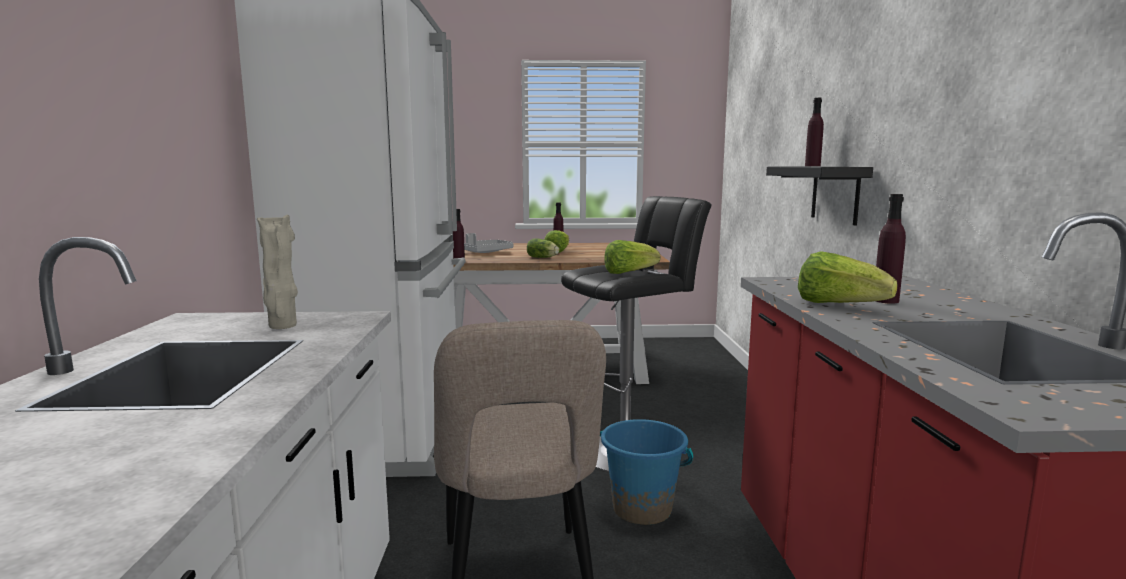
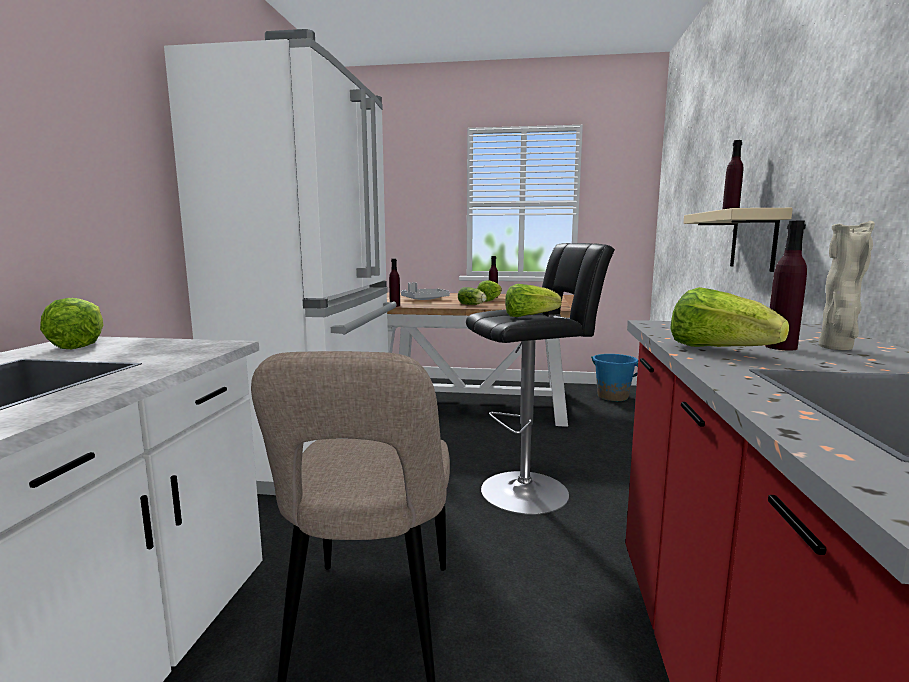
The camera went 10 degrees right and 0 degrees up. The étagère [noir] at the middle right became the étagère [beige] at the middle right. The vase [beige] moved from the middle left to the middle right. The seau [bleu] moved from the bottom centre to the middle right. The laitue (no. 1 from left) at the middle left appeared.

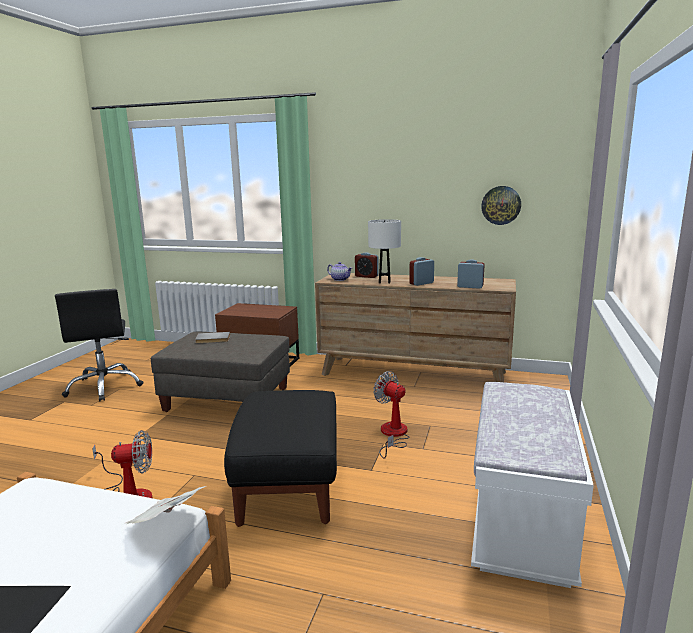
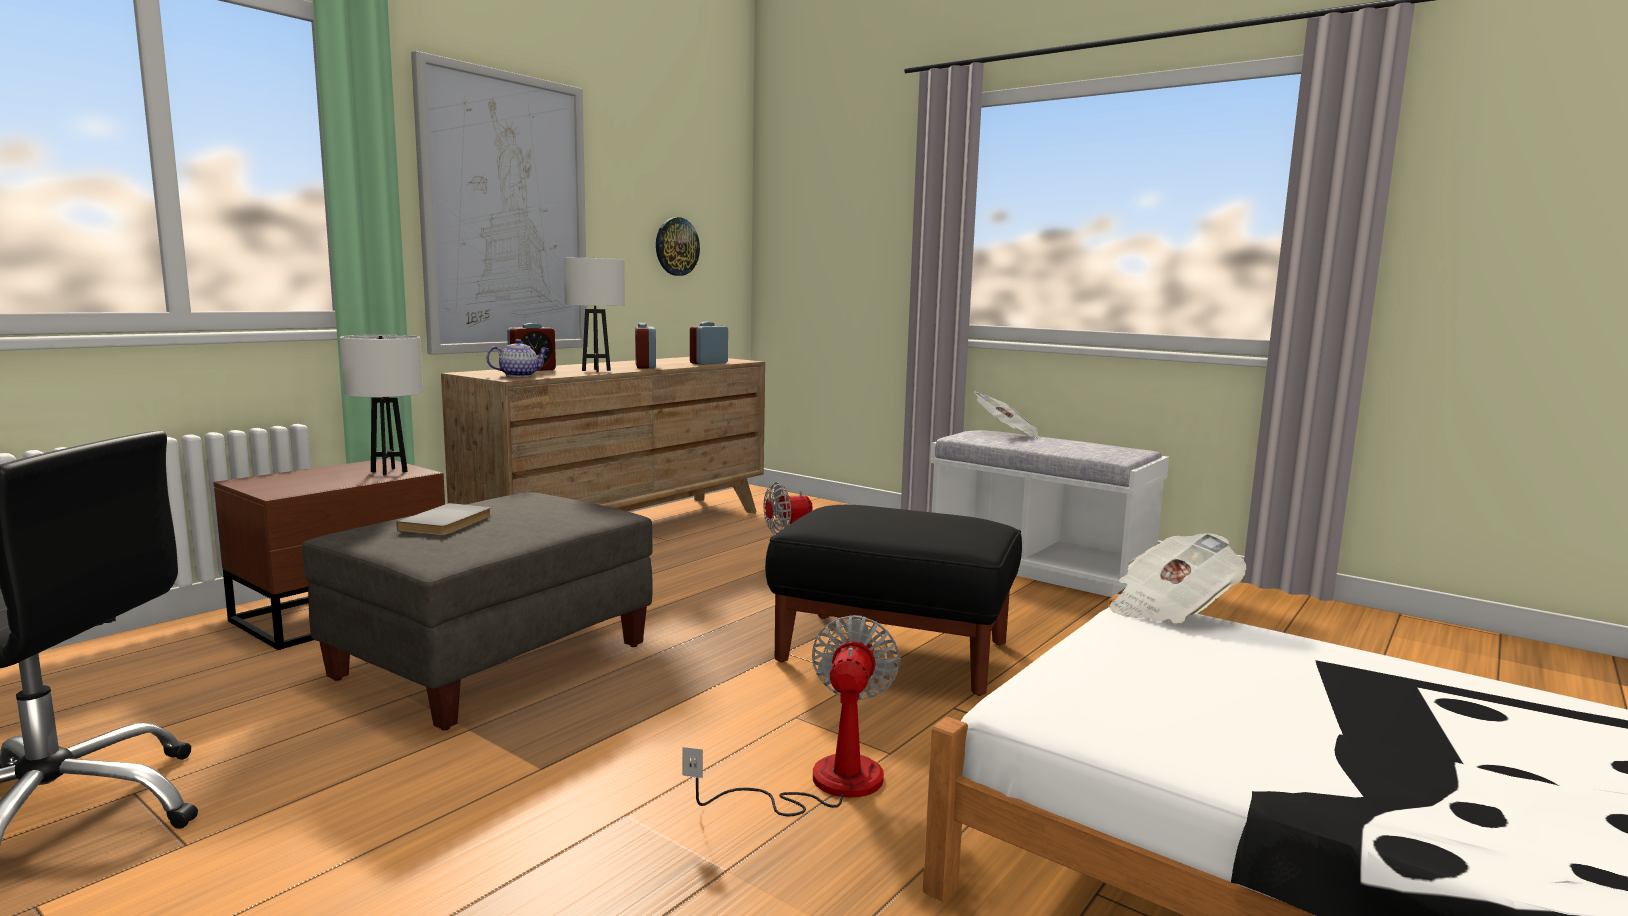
The camera went 70 degrees left and 5 degrees down. The tableau at the top left appeared. The lampe de table [blanc] (no. 1 from left) at the middle left appeared. The journal (no. 1 from left) at the centre appeared.

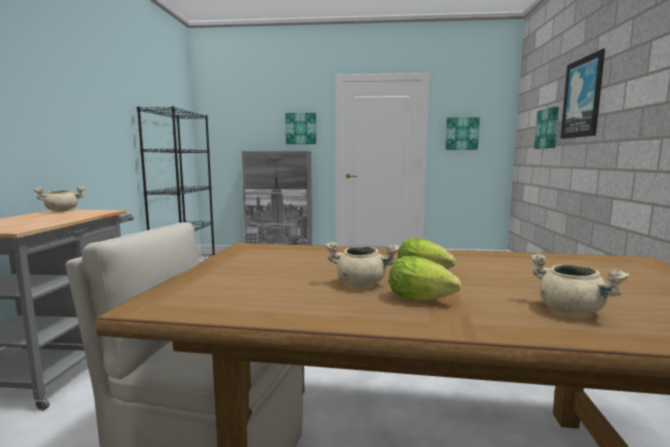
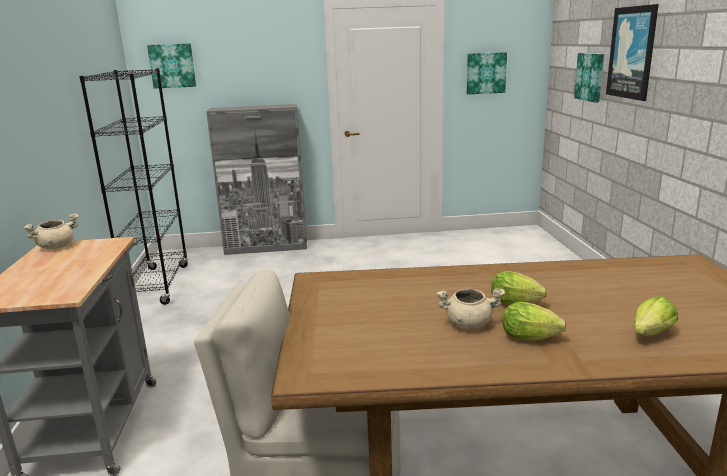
The camera went 10 degrees left and 10 degrees up. The tableau (no. 1 from left) moved from the top centre to the top left. The marmite [beige] (no. 3 from left) at the middle right was replaced by the laitue (no. 3 from left) at the middle right.

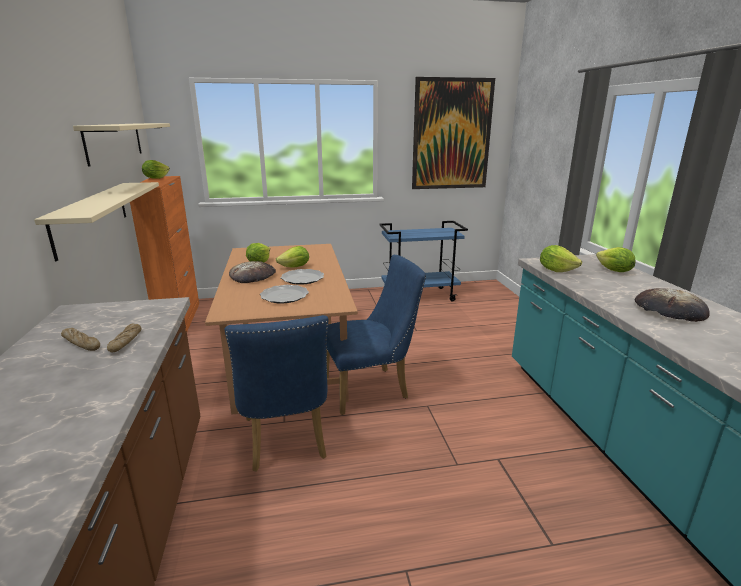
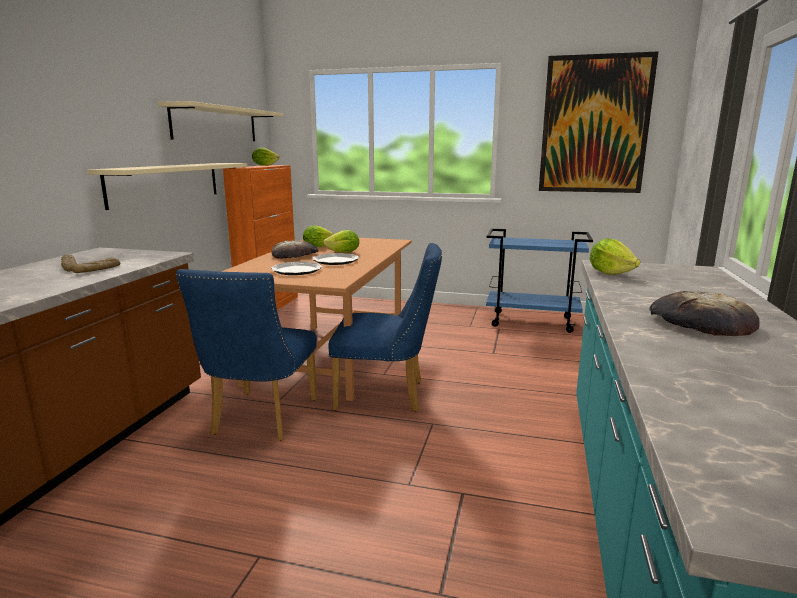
The camera went 25 degrees right and 5 degrees down. The laitue (no. 5 from left) at the middle right disappeared.

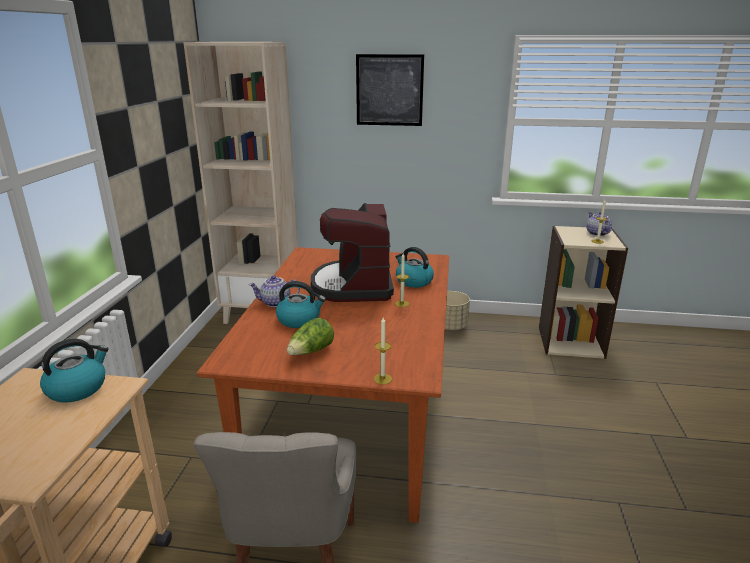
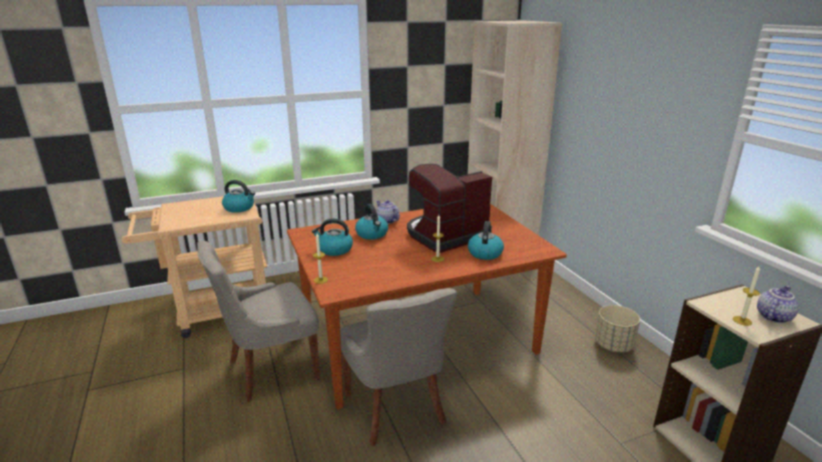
The camera went 60 degrees right and 0 degrees up. The tableau at the top centre disappeared. The laitue at the centre was replaced by the bouilloire (no. 2 from left) at the centre. The chaise [gris] (no. 2 from left) at the bottom centre appeared.

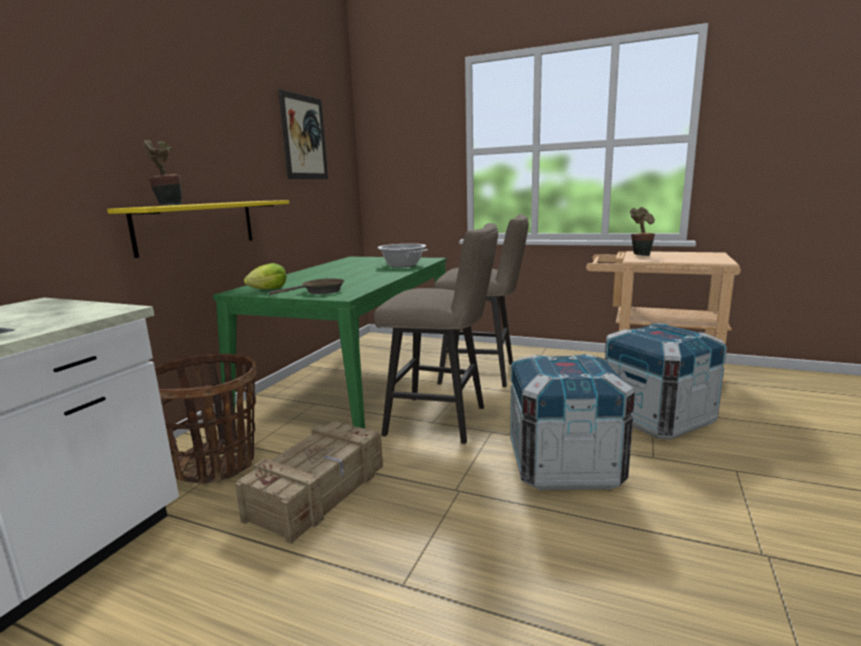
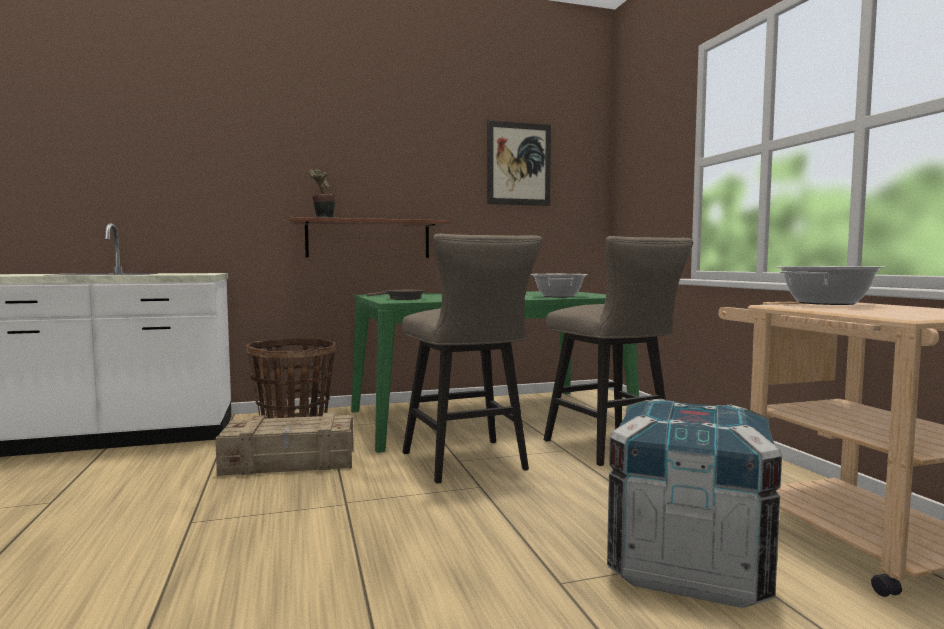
The camera went 50 degrees right and 10 degrees down. The étagère [jaune] at the middle left became the étagère [marron] at the centre. The plante en pot (no. 2 from left) at the middle right was replaced by the marmite (no. 2 from left) at the middle right. The laitue at the middle left disappeared. The caisse (no. 2 from left) at the centre disappeared.

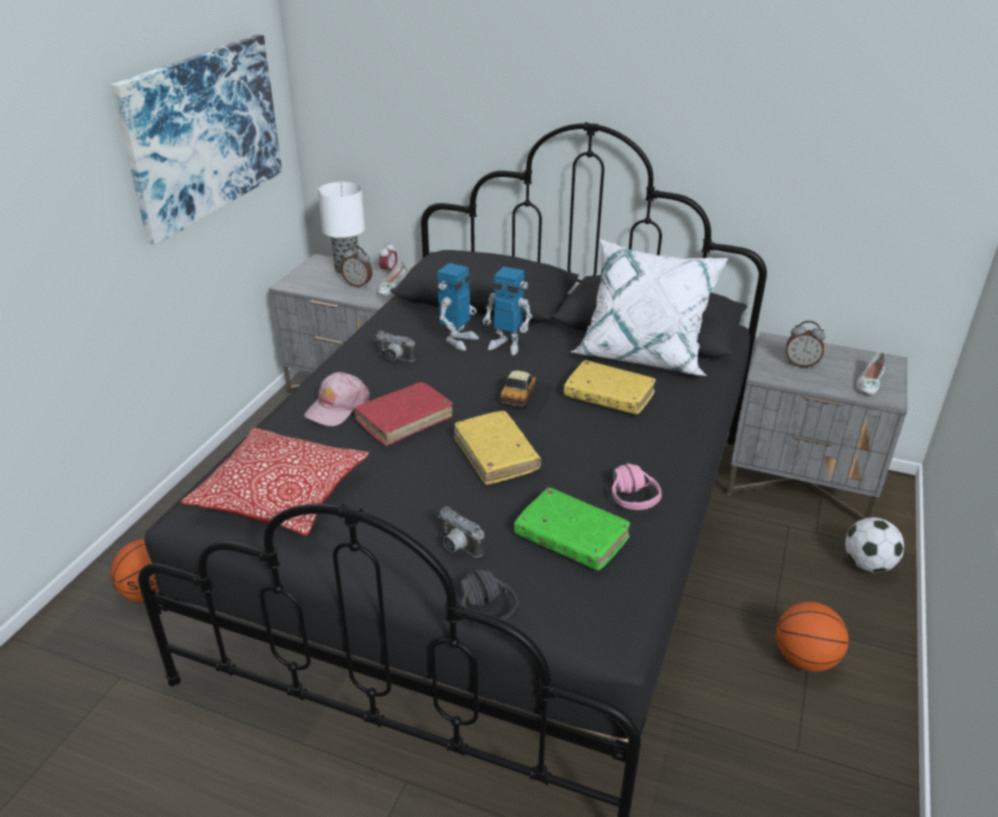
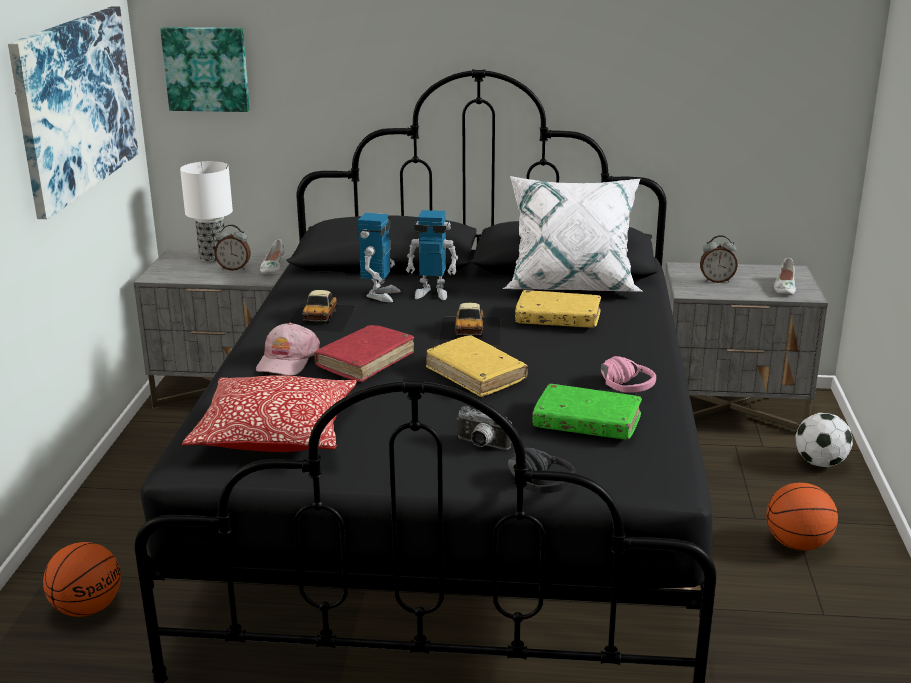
The camera went 15 degrees left and 10 degrees down. The réveil (no. 2 from left) at the top centre disappeared. The appareil photo (no. 1 from left) at the centre was replaced by the petite voiture (no. 1 from left) at the centre. The tableau (no. 2 from left) at the top left appeared.

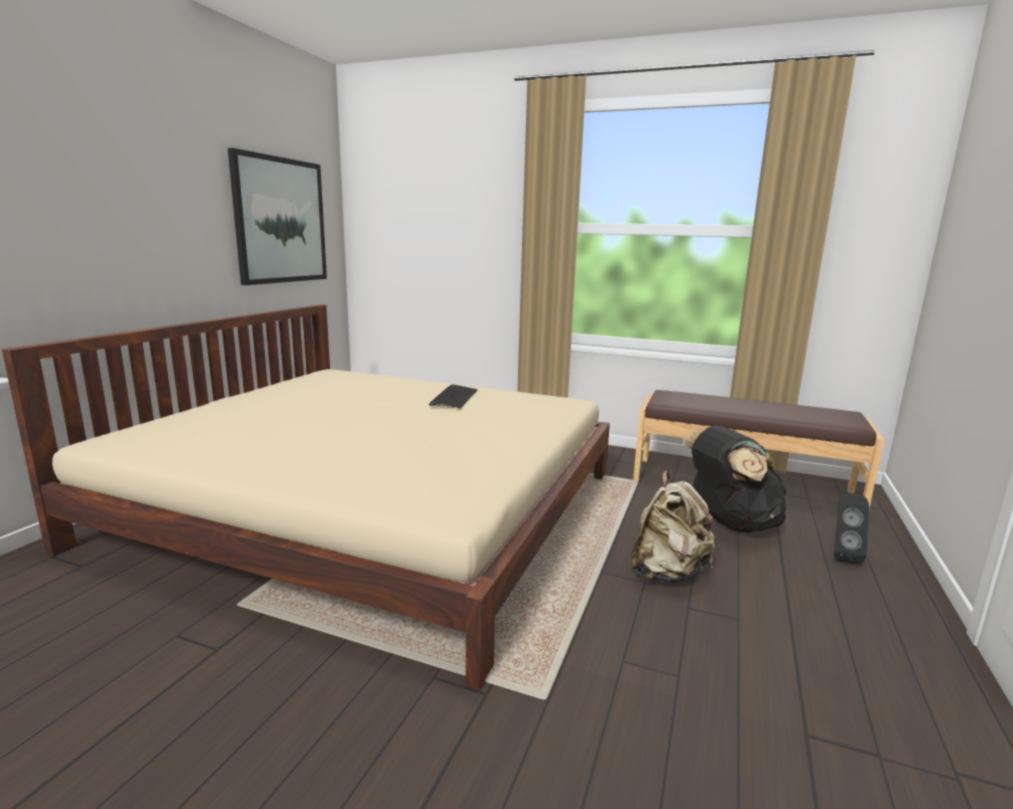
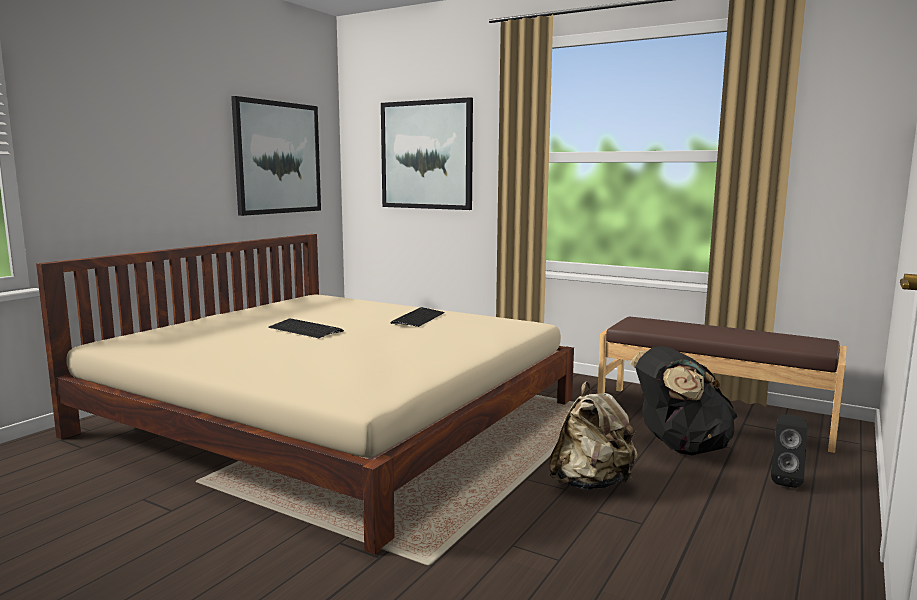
The camera went 10 degrees right and 5 degrees down. The tableau (no. 2 from left) at the top centre appeared. The clavier (no. 1 from left) at the centre appeared.

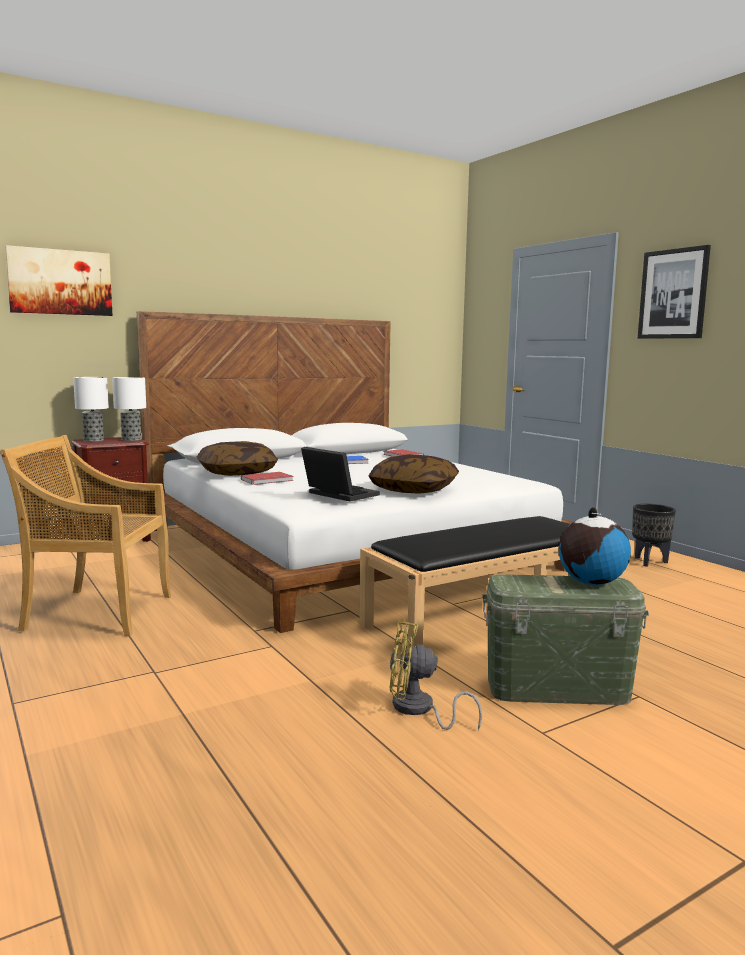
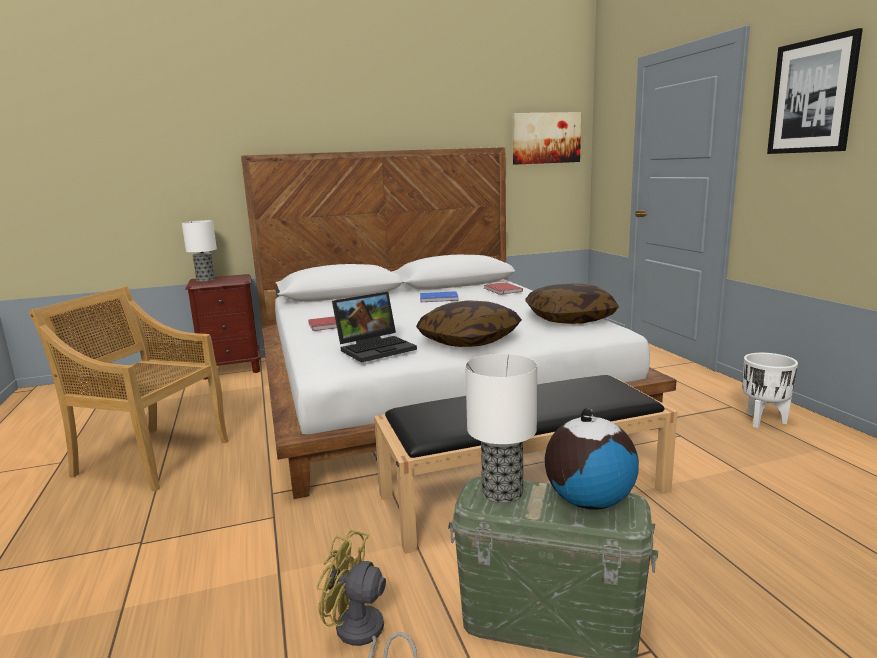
The camera went 15 degrees right and 5 degrees up. The tableau (no. 1 from left) moved from the top left to the top centre. The lampe de table (no. 2 from left) moved from the middle left to the centre. The coussin (no. 1 from left in the first image) moved from the middle left to the centre. The ordinateur portable at the centre turned 90 degrees clockwise. The cache-pot [noir] at the middle right became the cache-pot [blanc] at the middle right.

